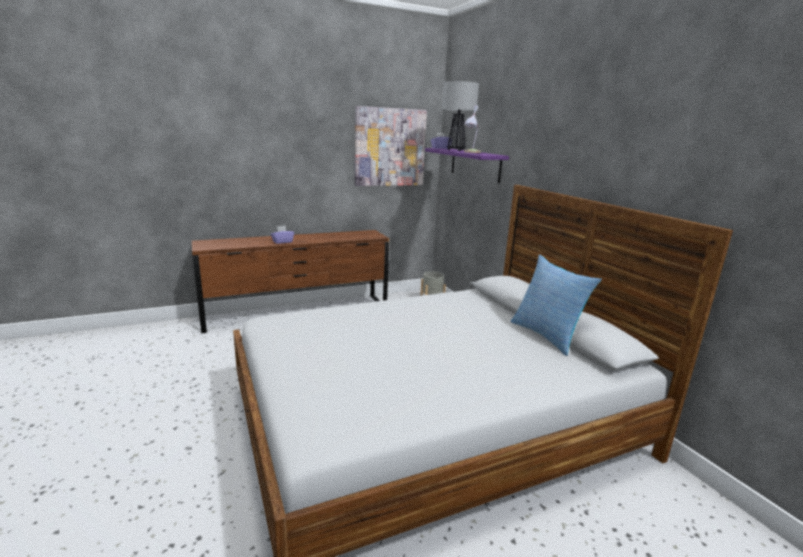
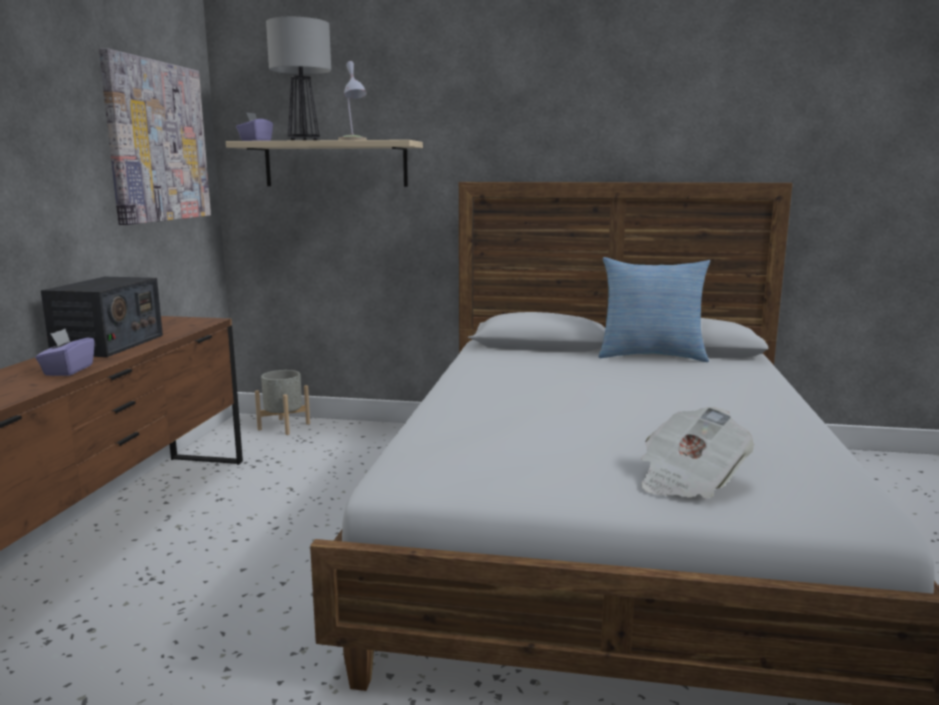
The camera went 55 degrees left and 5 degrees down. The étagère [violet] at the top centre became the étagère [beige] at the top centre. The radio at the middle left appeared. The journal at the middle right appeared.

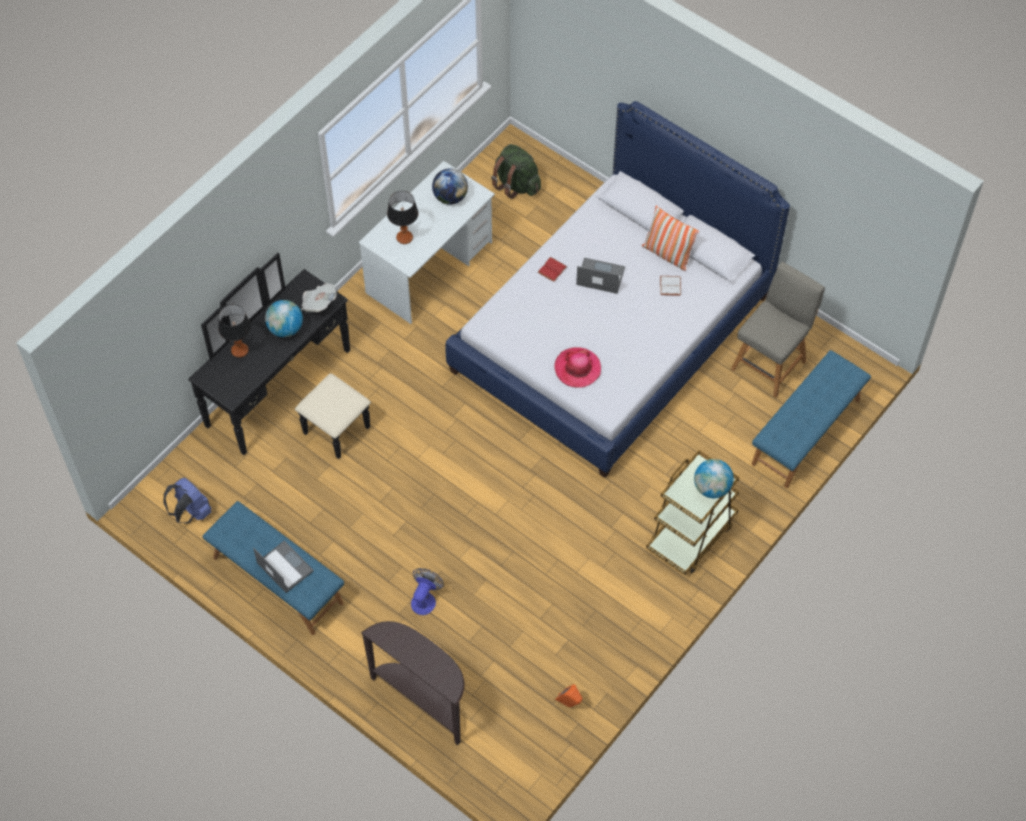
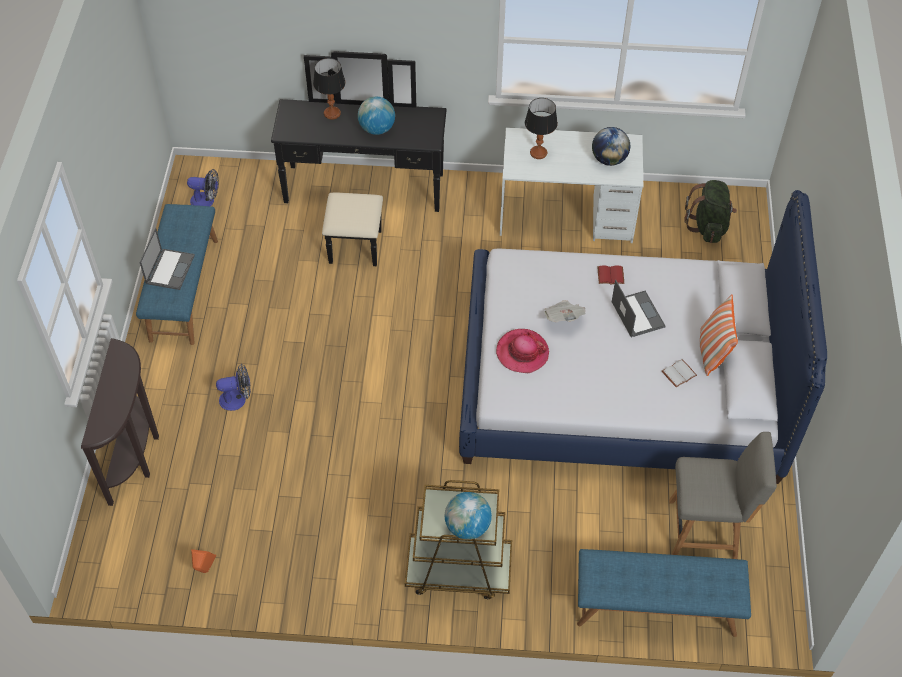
The camera went 55 degrees right and 5 degrees down. The journal moved from the middle left to the centre. The sac à dos [bleu] at the middle left was replaced by the ventilateur (no. 1 from left) at the top left.

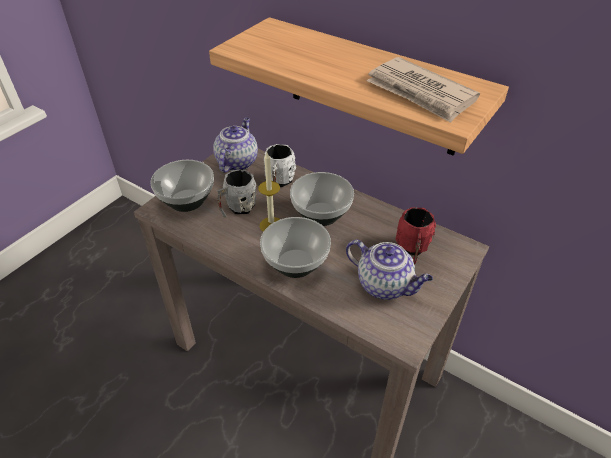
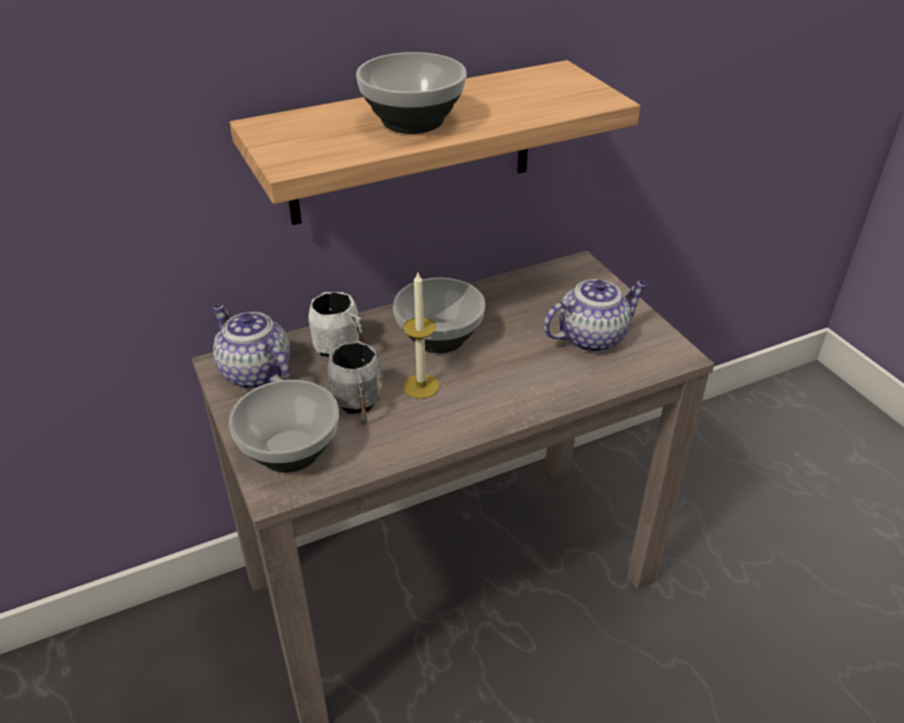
The camera went 60 degrees left and 5 degrees down. The journal at the top right disappeared. The mug [rouge] at the middle right disappeared. The bol (no. 2 from left) moved from the centre to the top centre.

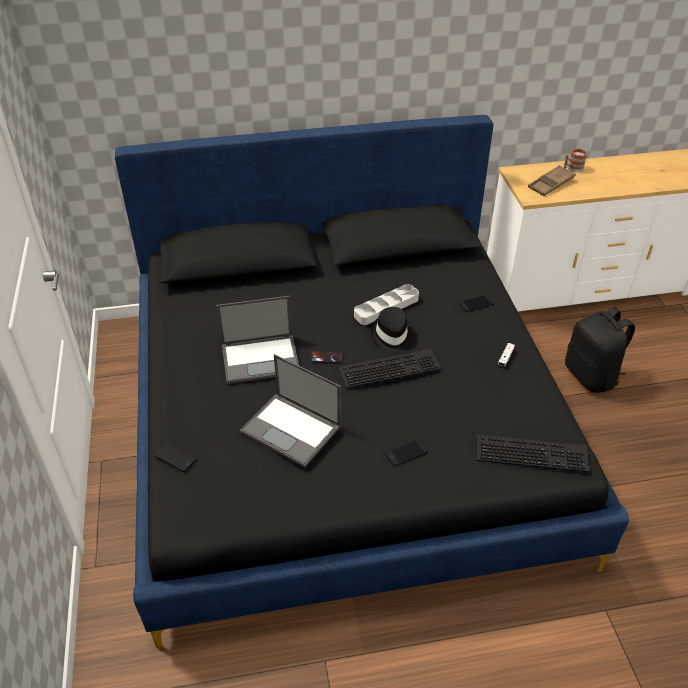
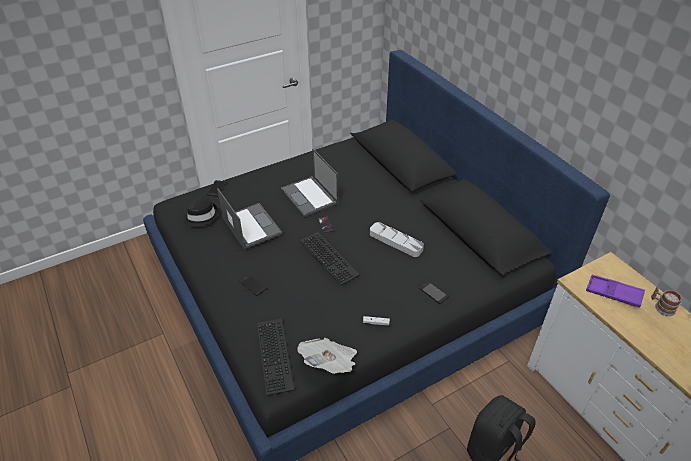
The camera went 70 degrees right and 0 degrees up. The plateau [marron] at the top right became the plateau [violet] at the middle right. The chapeau [noir] moved from the centre to the middle left. The ordinateur portable (no. 2 from left in the first image) at the centre turned 135 degrees clockwise. The journal at the bottom centre appeared.

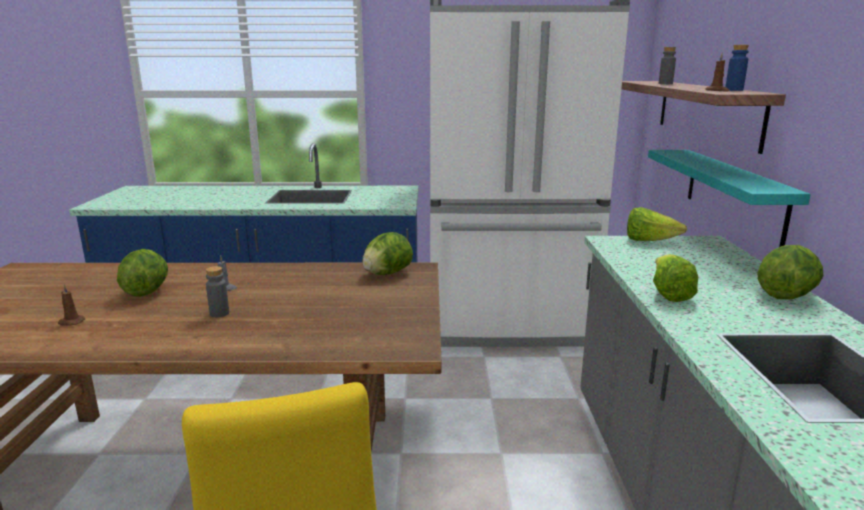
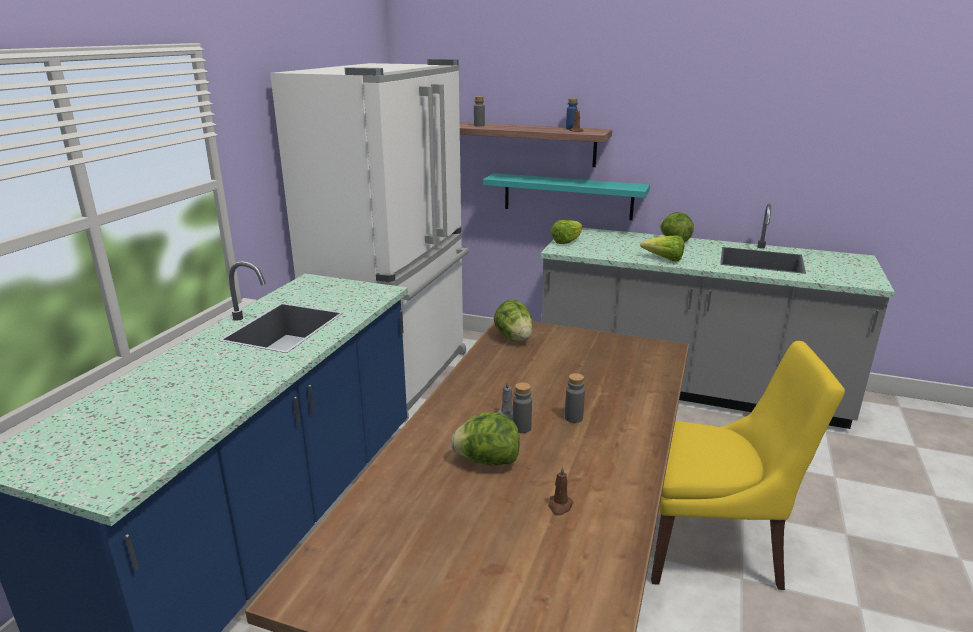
The camera went 70 degrees left and 5 degrees up. The bouteille [gris] (no. 2 from left) at the centre appeared.

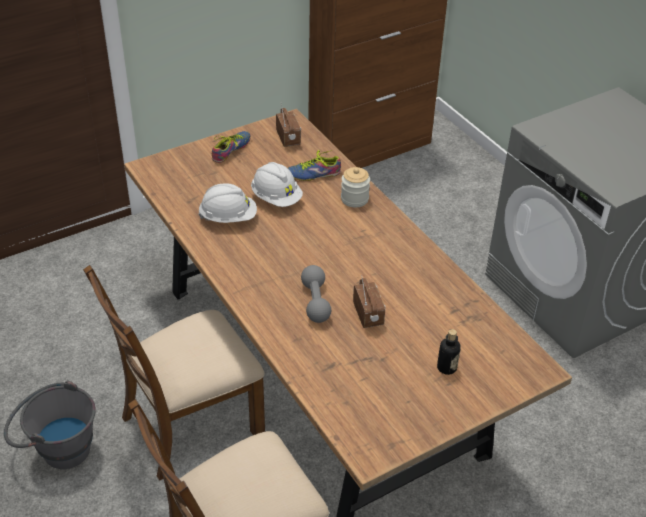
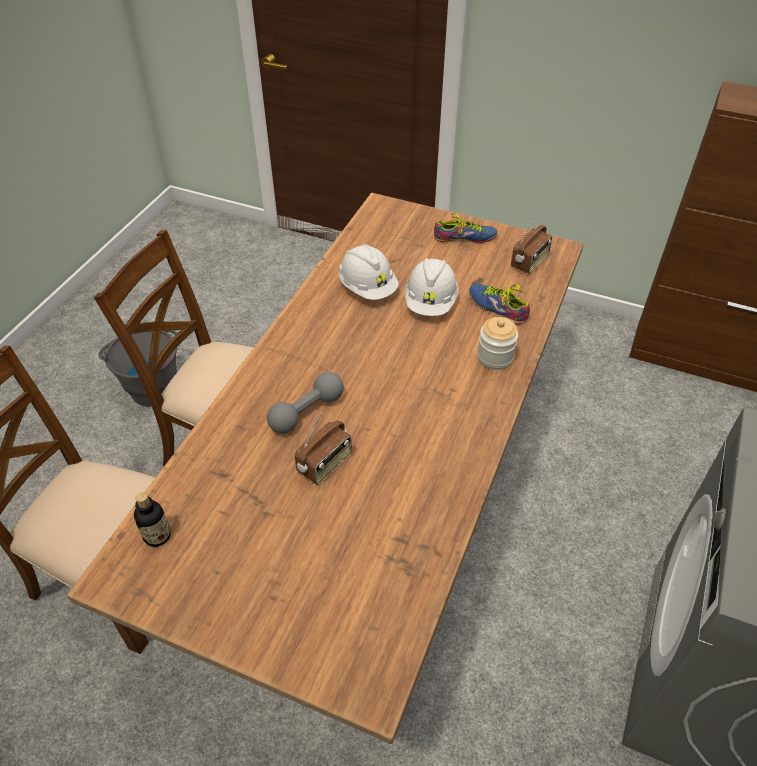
The camera went 55 degrees right and 5 degrees up. The bouteille moved from the bottom right to the bottom left.

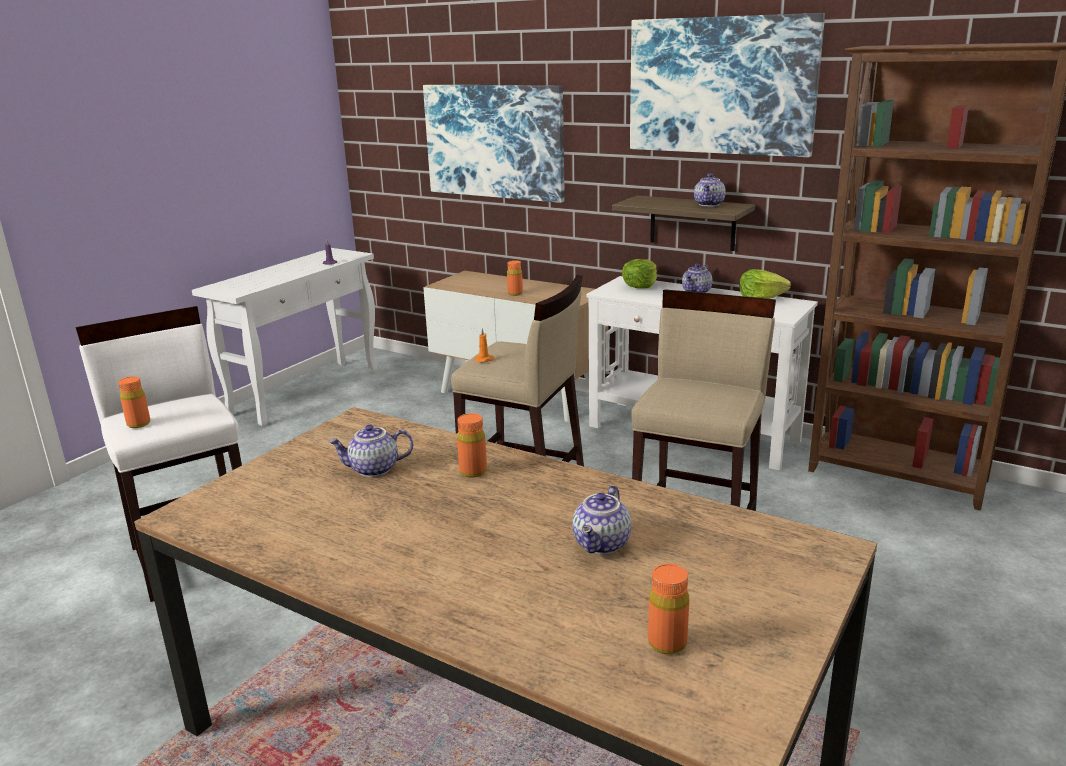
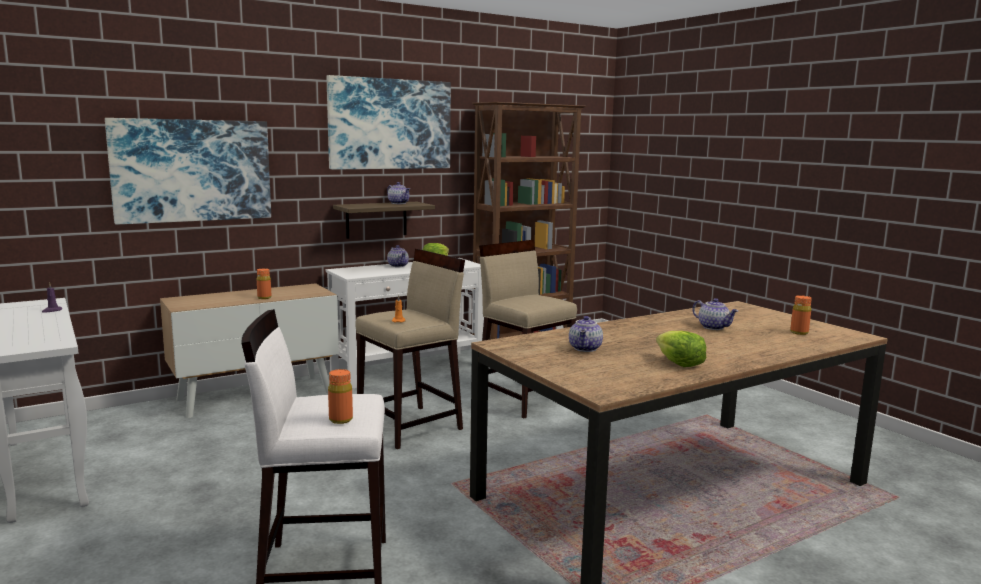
The camera went 65 degrees left and 10 degrees down. The laitue (no. 1 from left in the first image) moved from the centre to the middle right. The bouteille [orange] (no. 2 from left) at the centre disappeared.

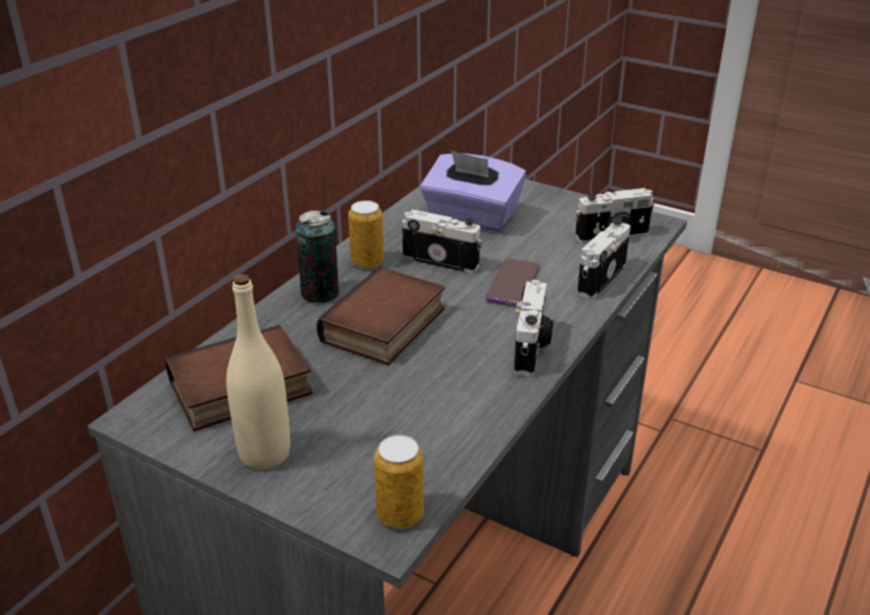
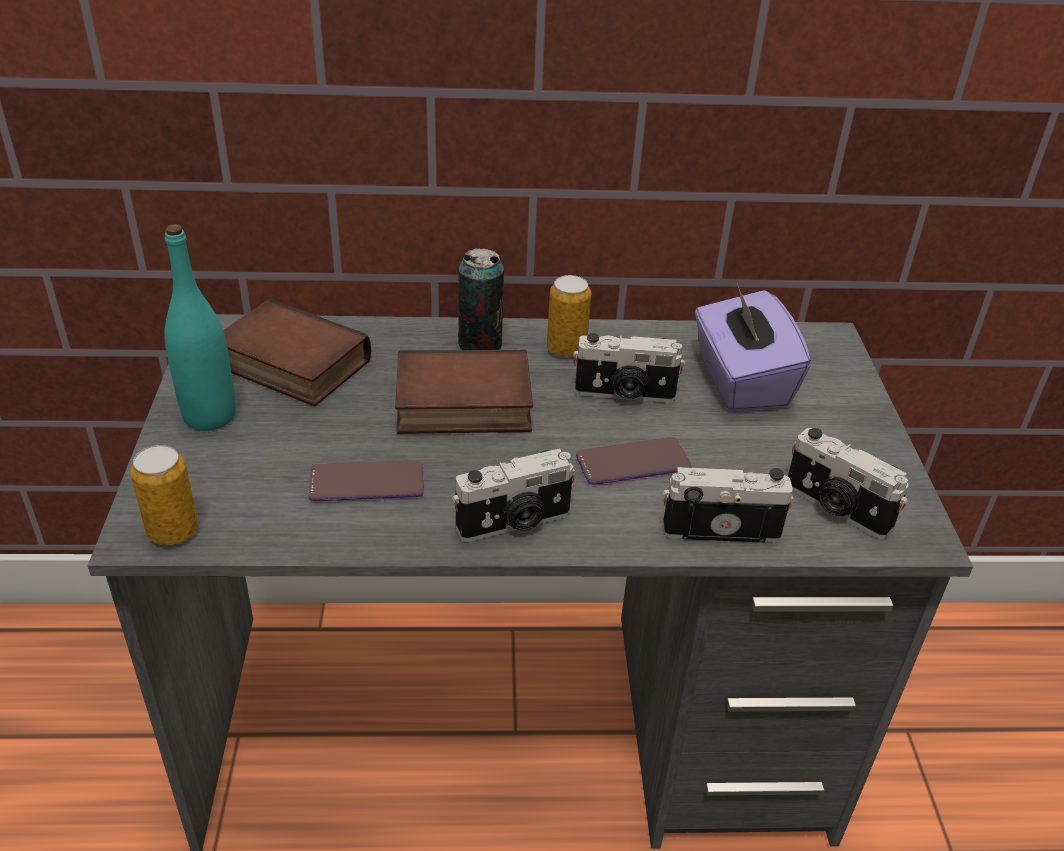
The camera went 55 degrees right and 5 degrees up. The appareil photo (no. 1 from left in the first image) at the centre turned 105 degrees clockwise. The bouteille [beige] at the middle left became the bouteille [turquoise] at the middle left. The téléphone (no. 1 from left) at the centre appeared.

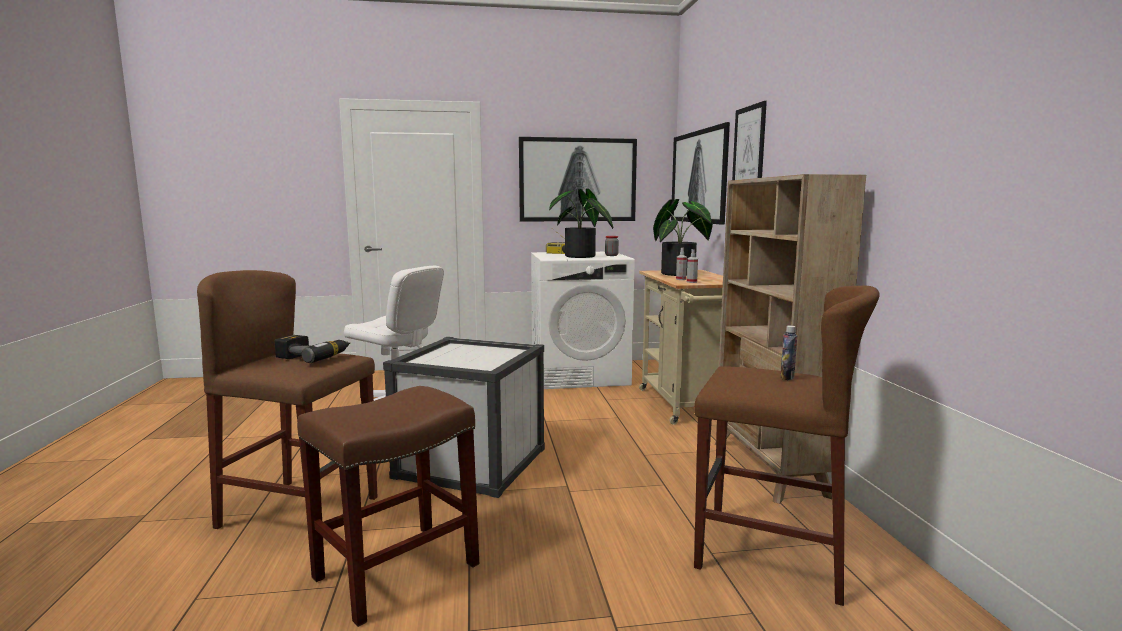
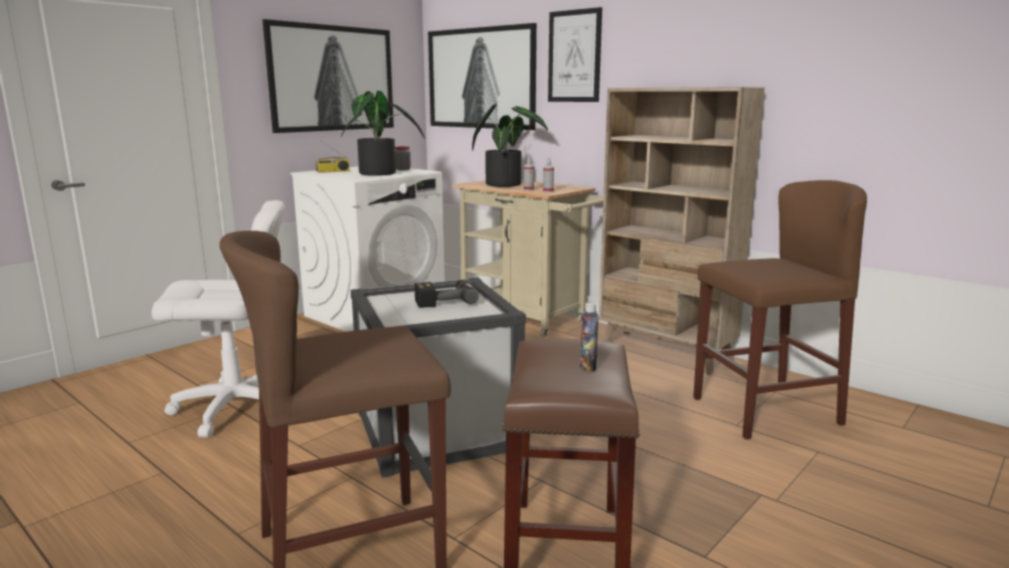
The camera went 40 degrees left and 5 degrees up. The bouteille moved from the middle right to the centre. The perceuse moved from the middle left to the centre.

